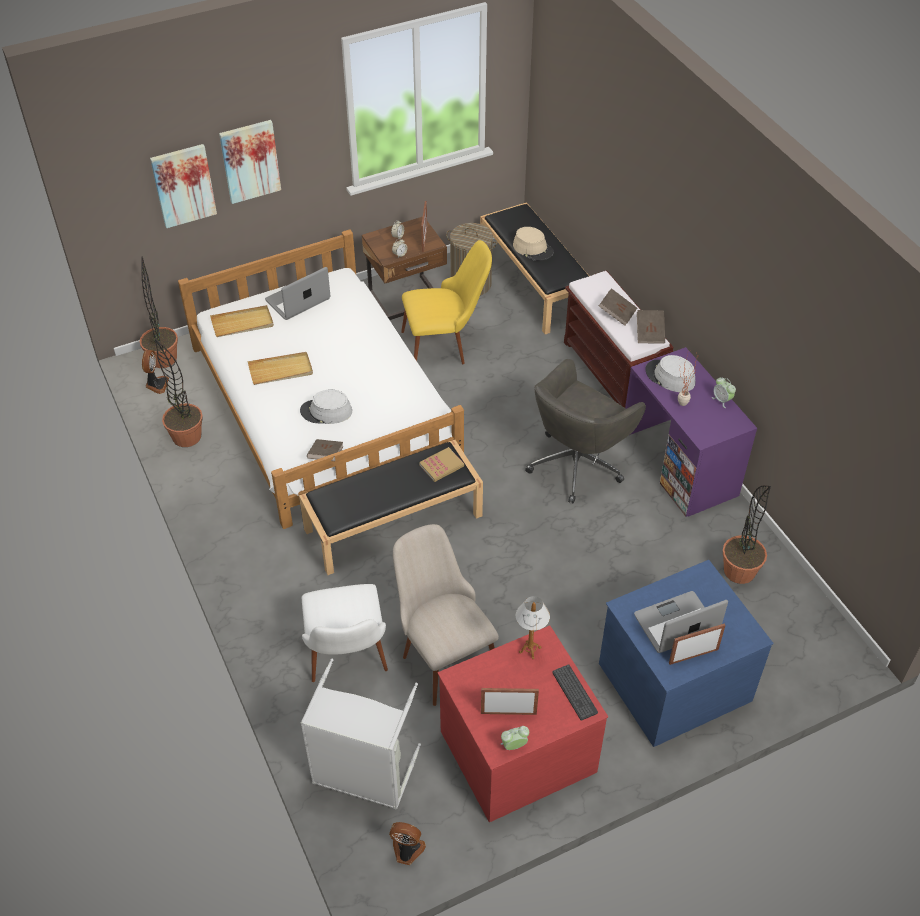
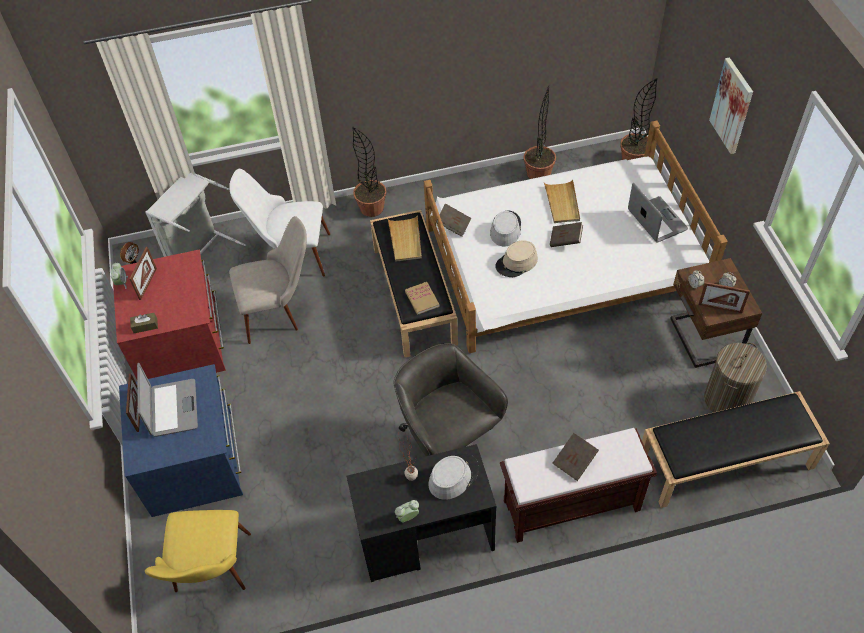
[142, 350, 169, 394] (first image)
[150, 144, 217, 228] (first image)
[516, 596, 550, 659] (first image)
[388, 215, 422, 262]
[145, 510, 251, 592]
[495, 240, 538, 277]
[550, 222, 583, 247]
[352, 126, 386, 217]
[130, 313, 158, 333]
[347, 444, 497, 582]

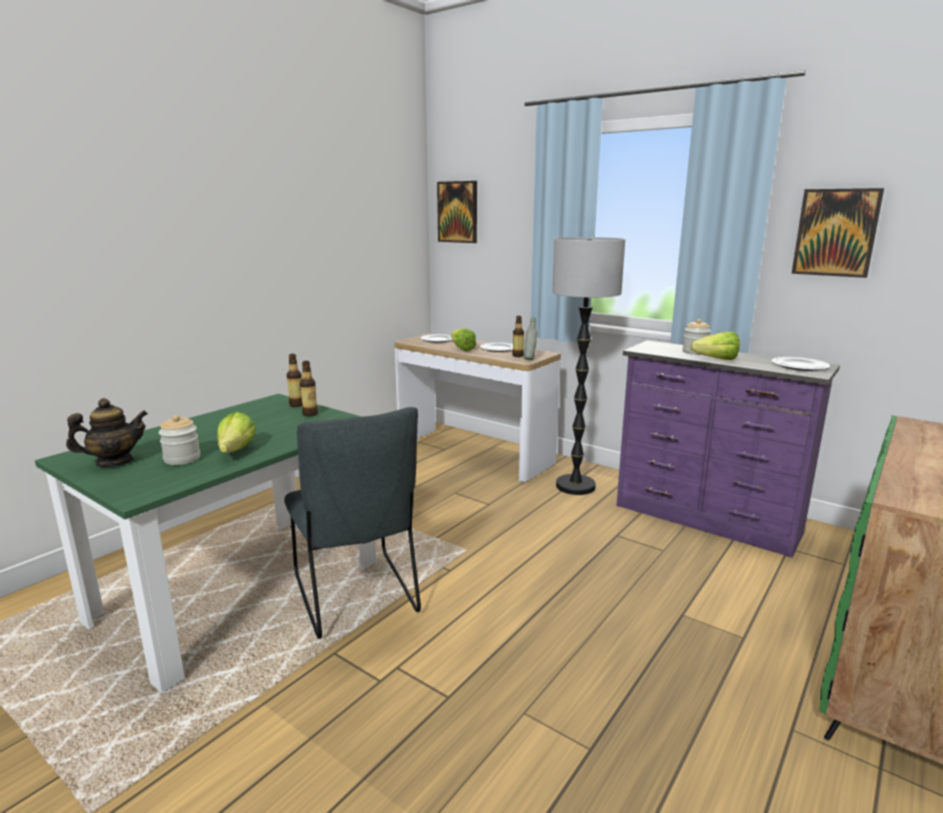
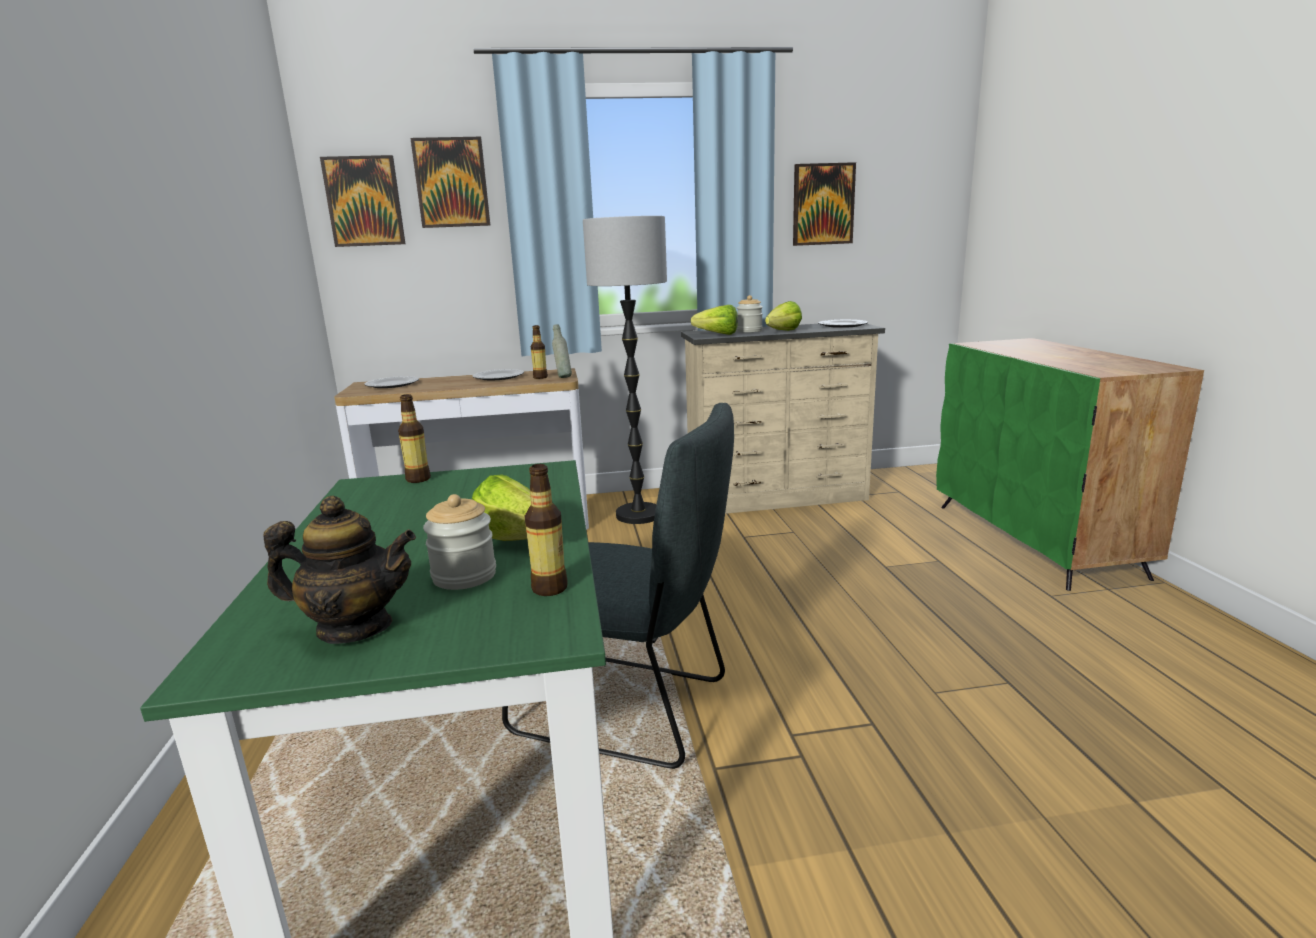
[410, 137, 490, 228]
[524, 464, 568, 596]
[691, 305, 738, 335]
[681, 324, 885, 514]
[264, 496, 416, 644]

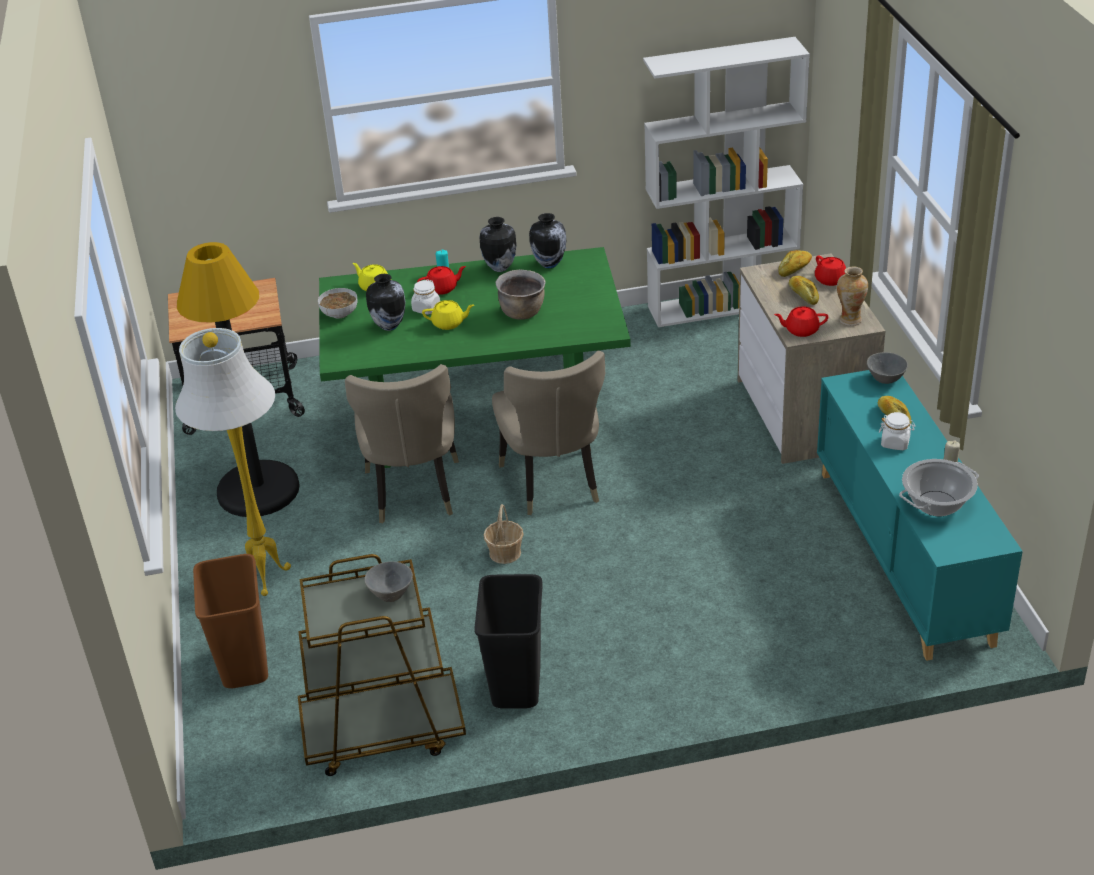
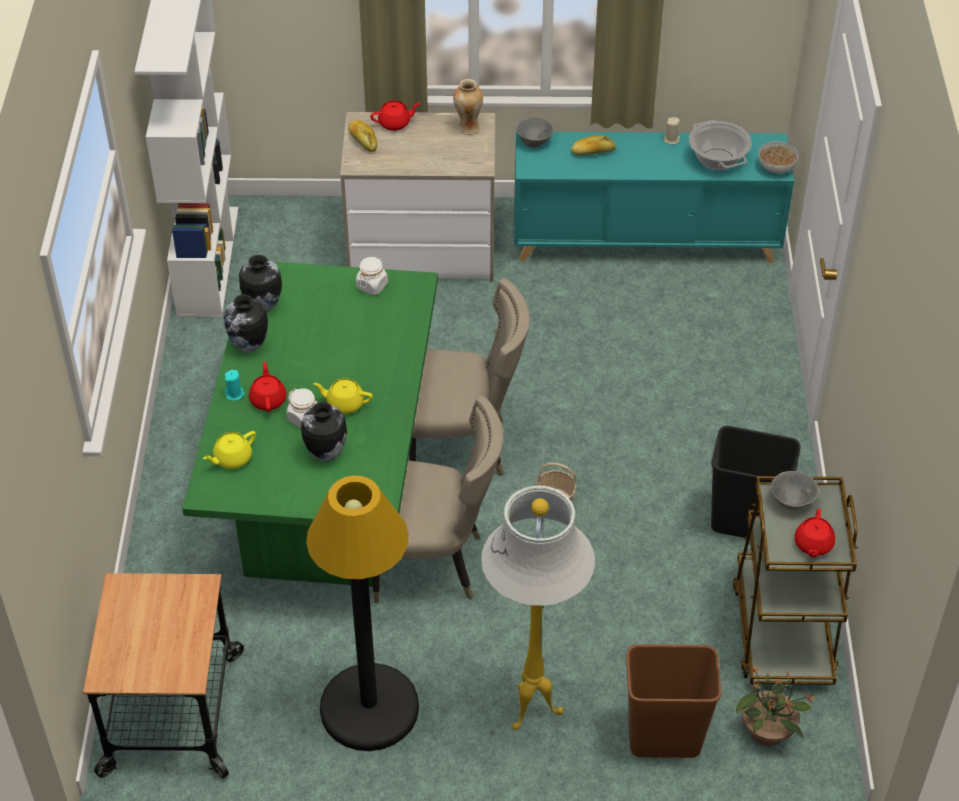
[496, 269, 546, 320] (first image)
[789, 276, 819, 305] (first image)
[736, 664, 815, 747]
[758, 141, 798, 174]
[795, 509, 835, 557]
[356, 257, 388, 295]
[313, 378, 373, 414]

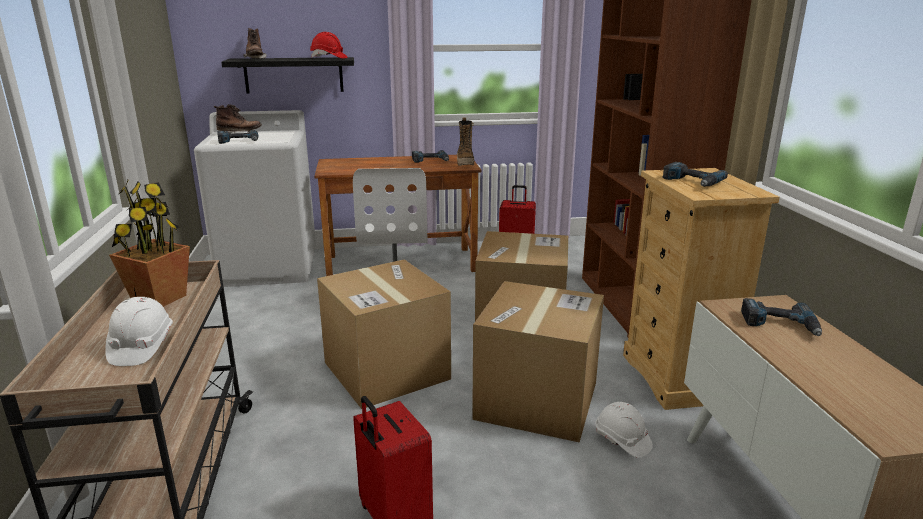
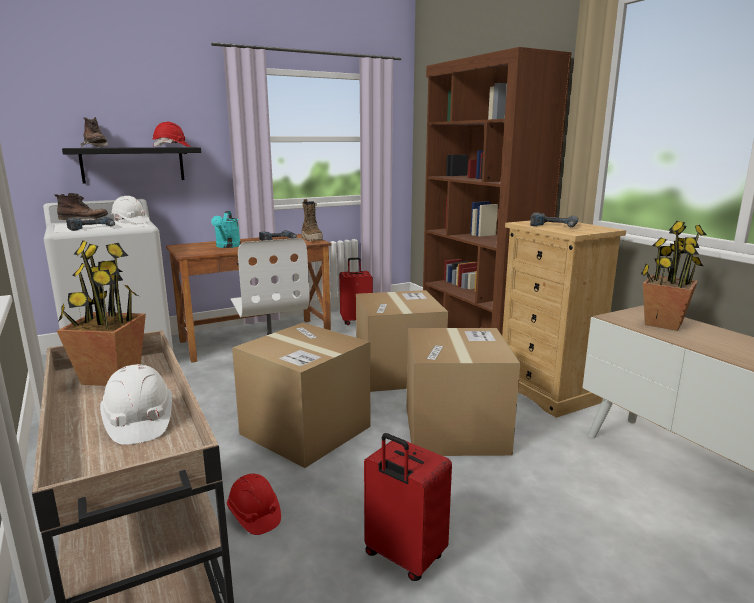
[211, 211, 241, 248]
[227, 474, 281, 535]
[111, 196, 150, 224]
[641, 221, 707, 331]

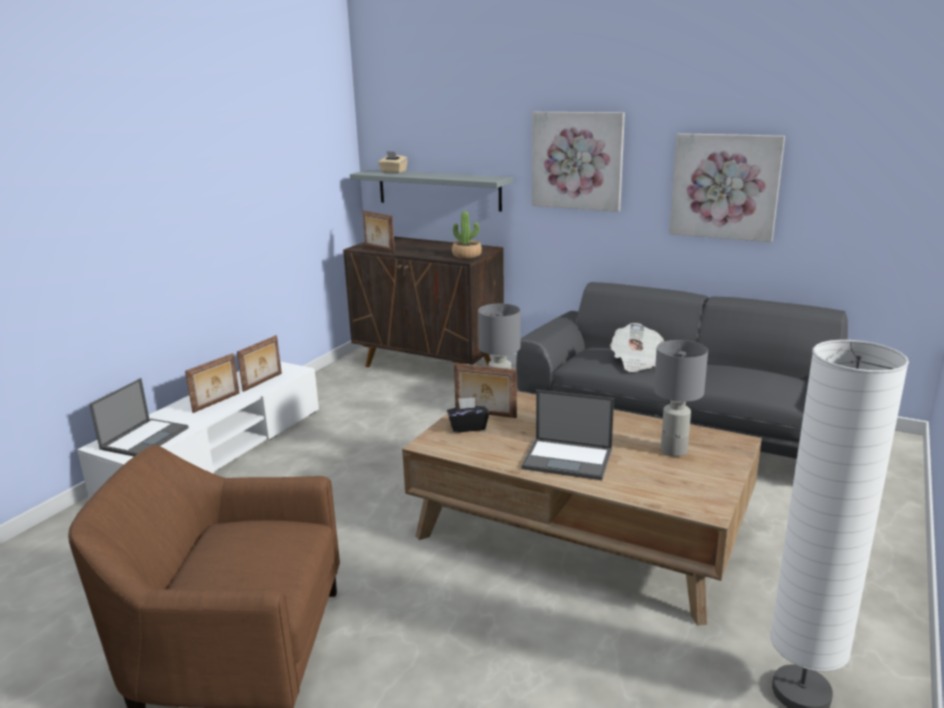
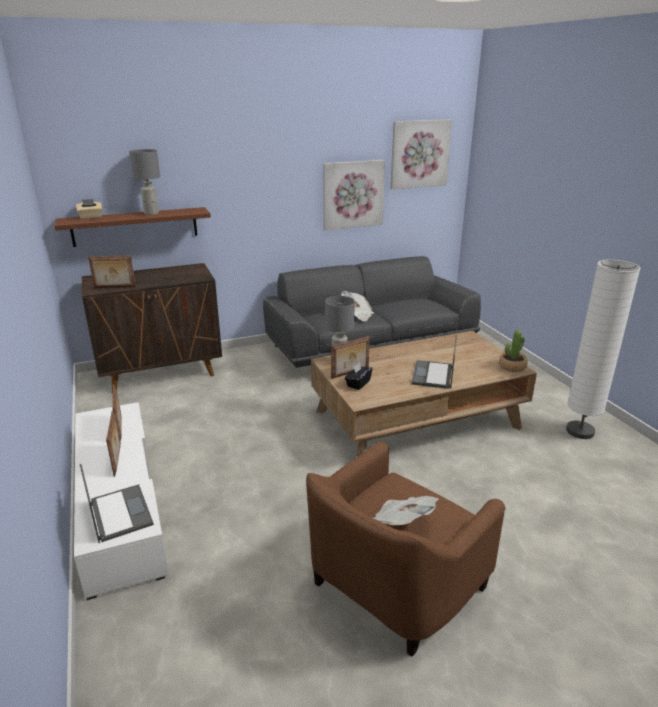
[373, 496, 439, 525]
[499, 330, 528, 372]
[390, 119, 452, 189]
[129, 149, 160, 215]
[55, 207, 211, 247]
[411, 334, 457, 389]

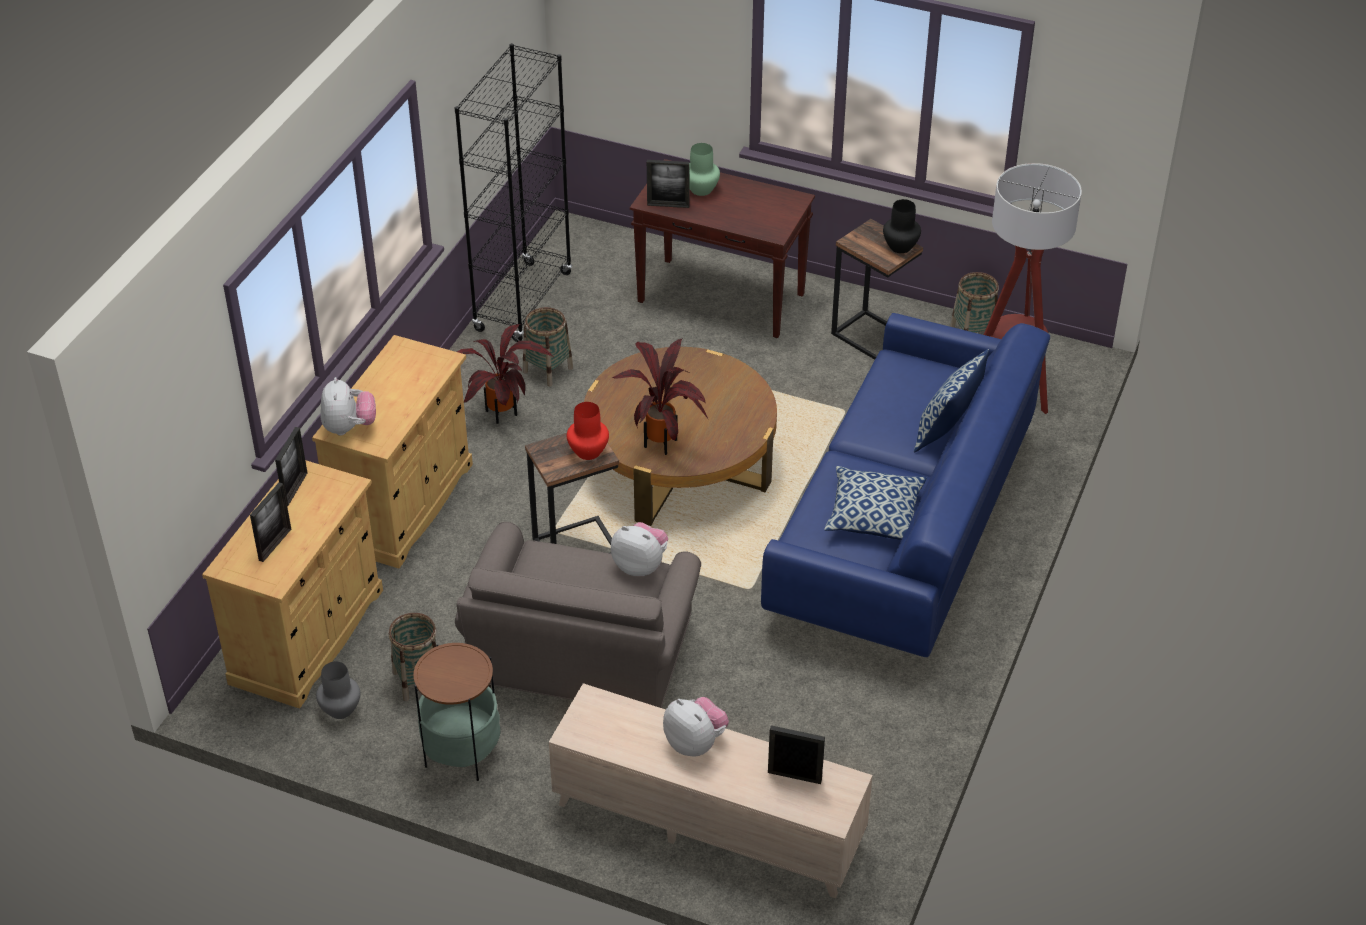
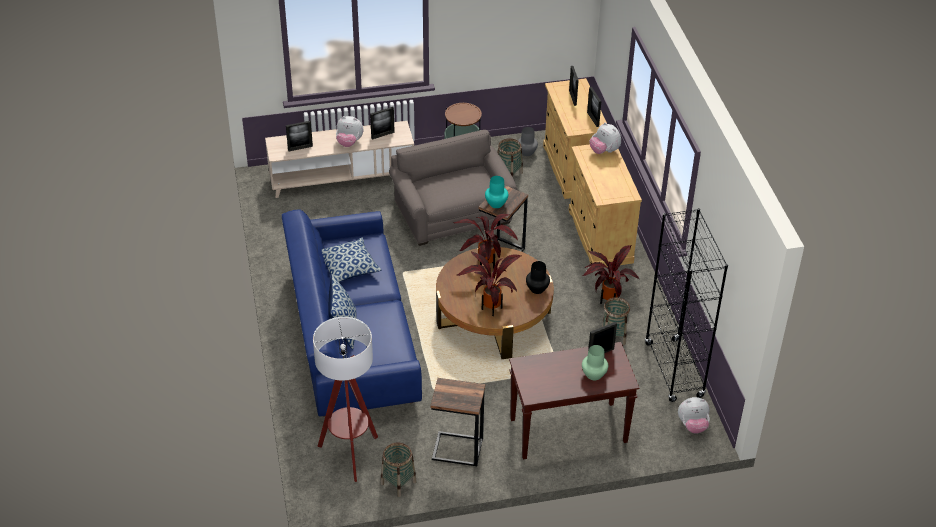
[370, 107, 395, 140]
[457, 251, 521, 316]
[678, 397, 710, 434]
[526, 261, 550, 294]
[485, 176, 508, 208]

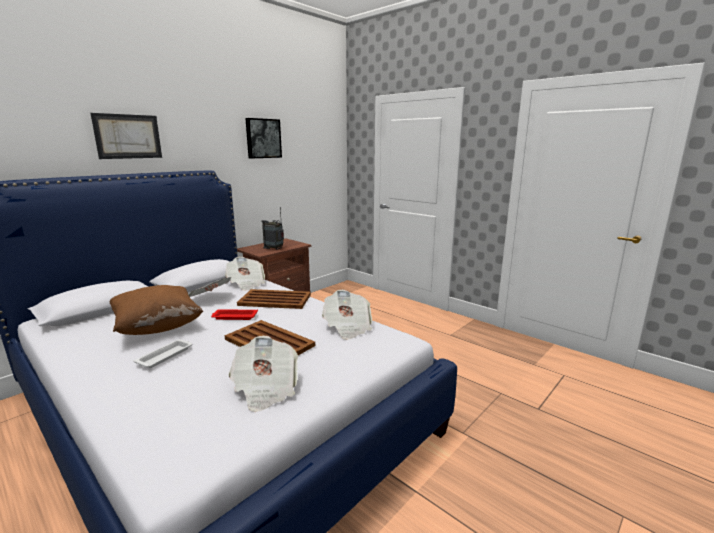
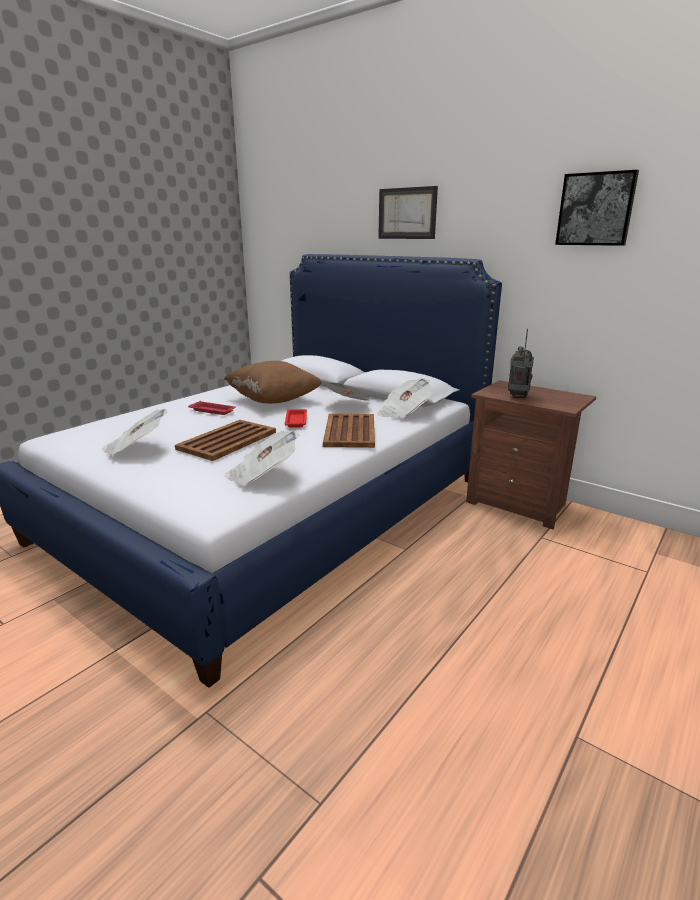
[188, 401, 236, 415]

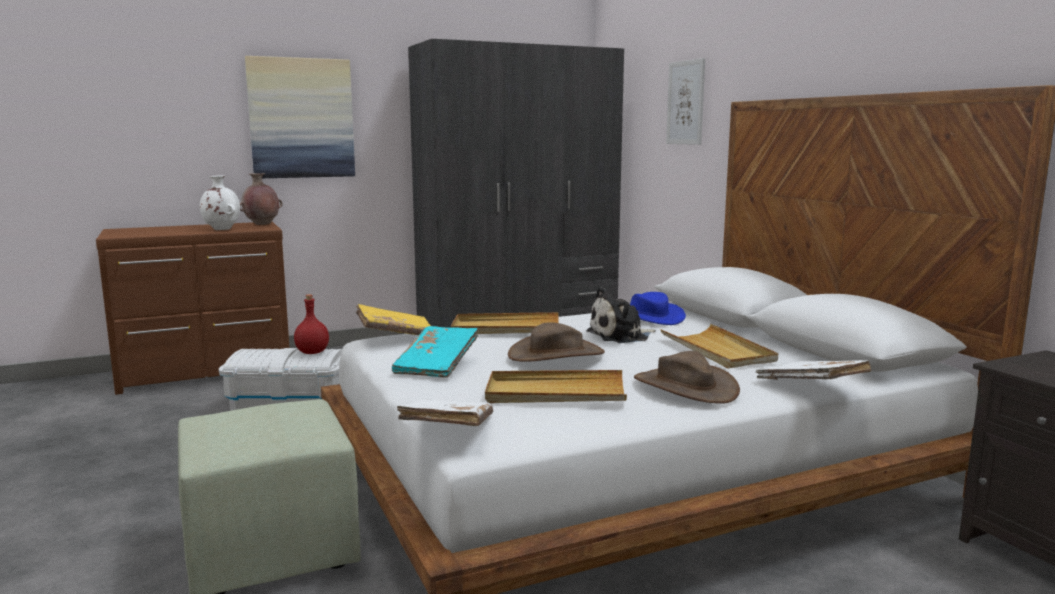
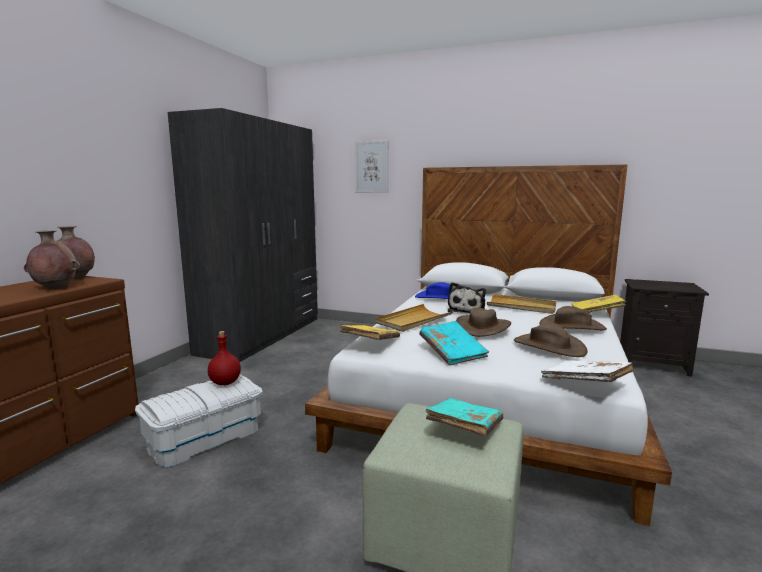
[245, 56, 355, 178] (first image)
[425, 398, 503, 436]
[514, 323, 587, 357]
[24, 230, 80, 290]
[571, 295, 626, 313]

